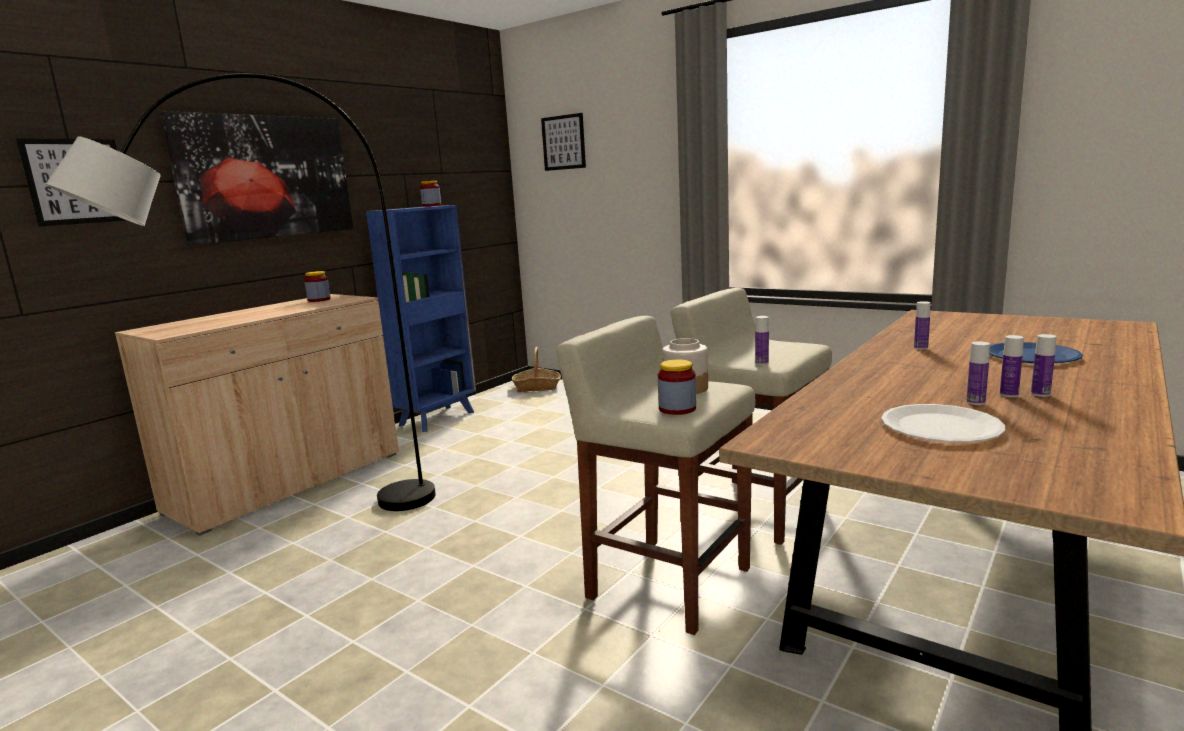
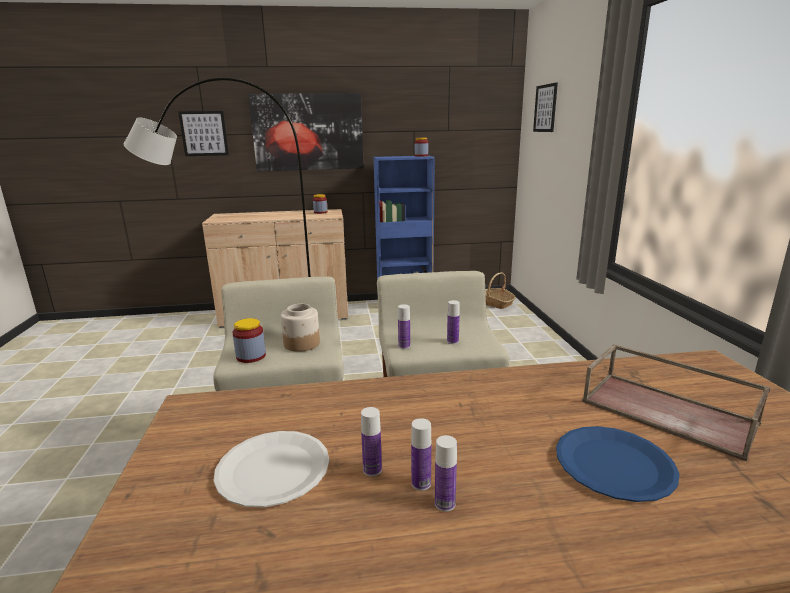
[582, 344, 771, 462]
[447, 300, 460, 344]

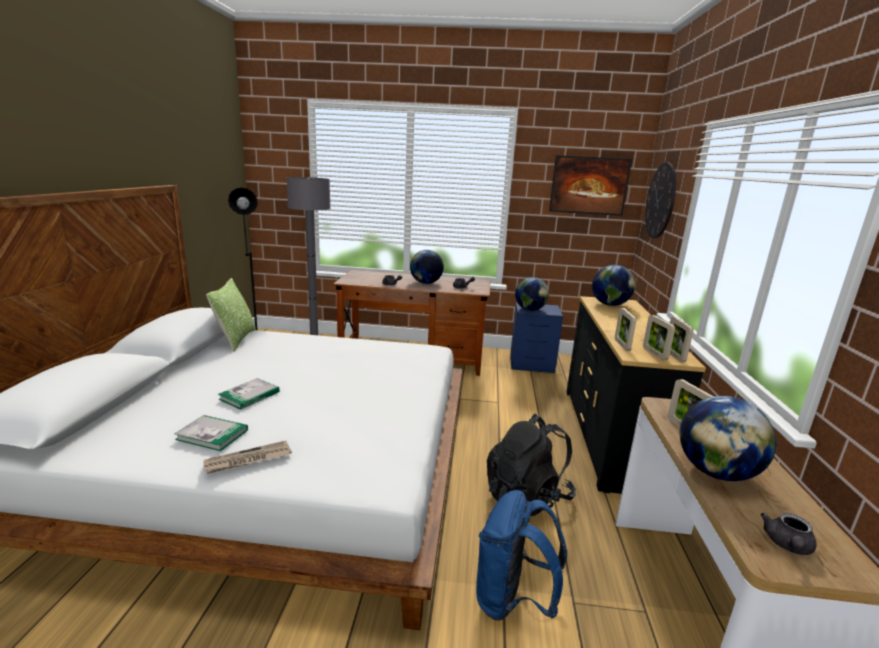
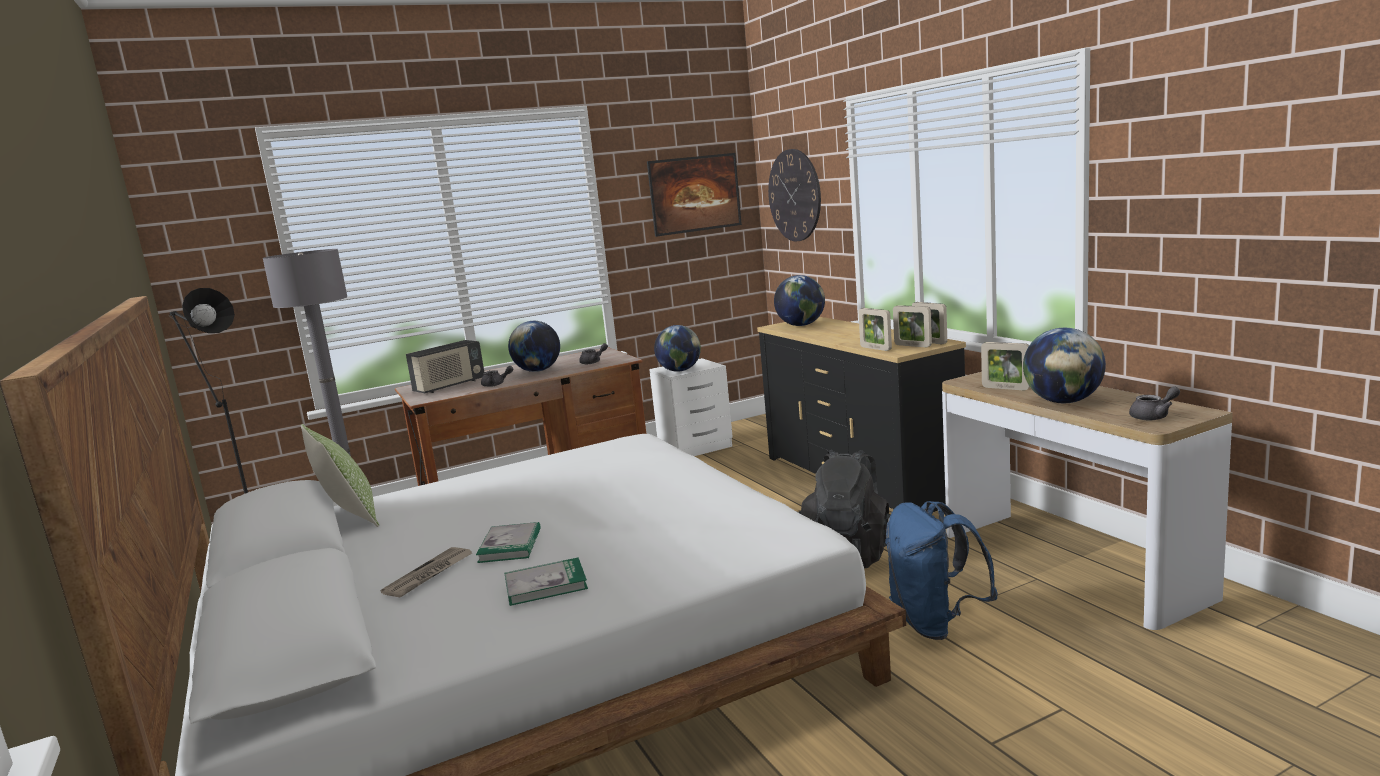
[406, 340, 484, 393]
[381, 547, 472, 597]
[649, 358, 733, 456]
[1129, 386, 1180, 420]

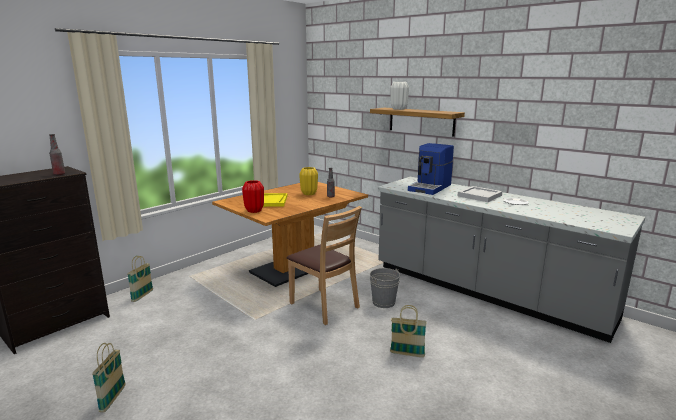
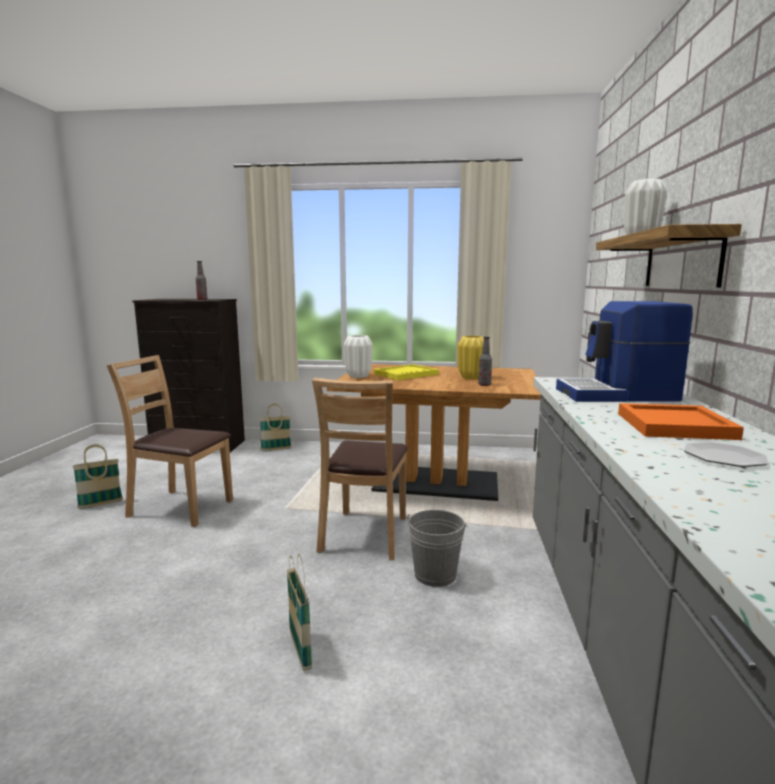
[107, 355, 233, 527]
[344, 335, 373, 378]
[618, 403, 744, 440]

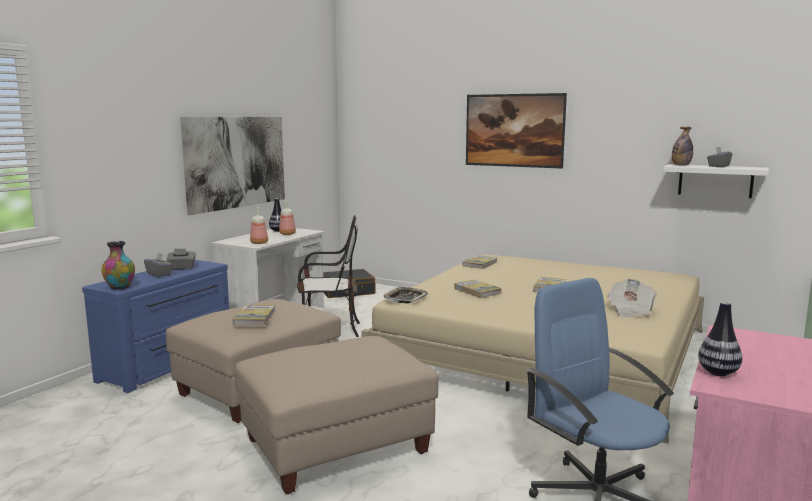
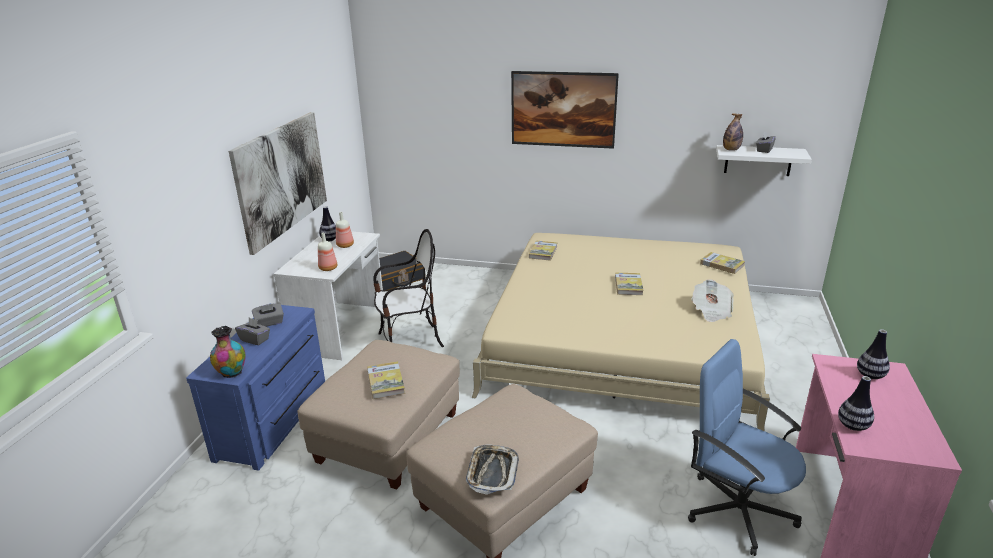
[857, 329, 890, 379]
[466, 444, 519, 495]
[700, 252, 745, 274]

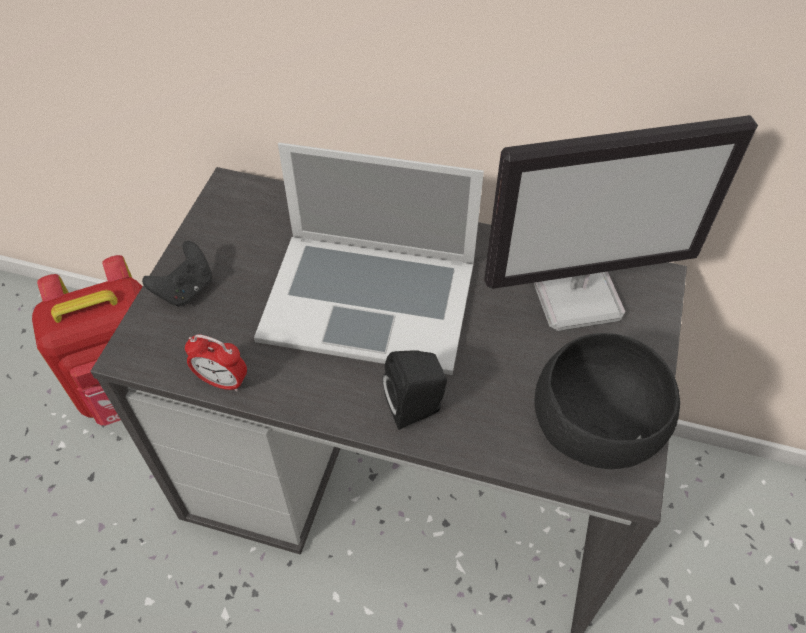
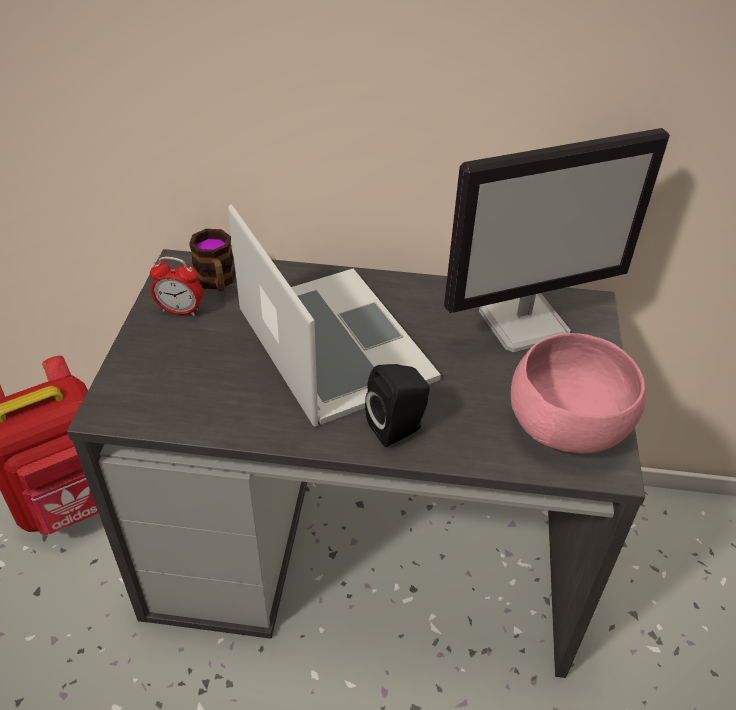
[142, 241, 212, 307] (first image)
[189, 229, 235, 291]
[150, 257, 203, 316]
[511, 333, 646, 453]
[228, 205, 441, 427]

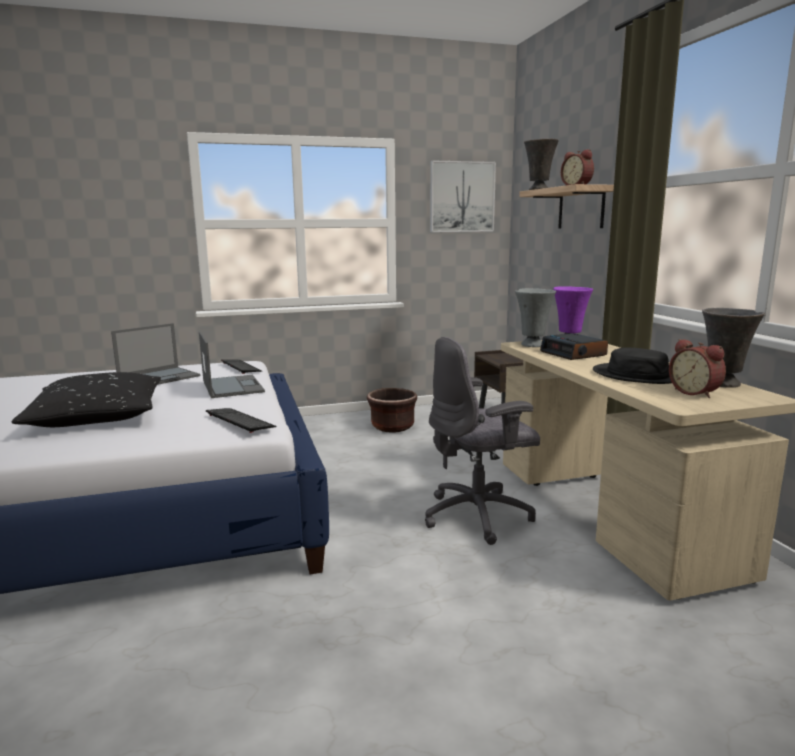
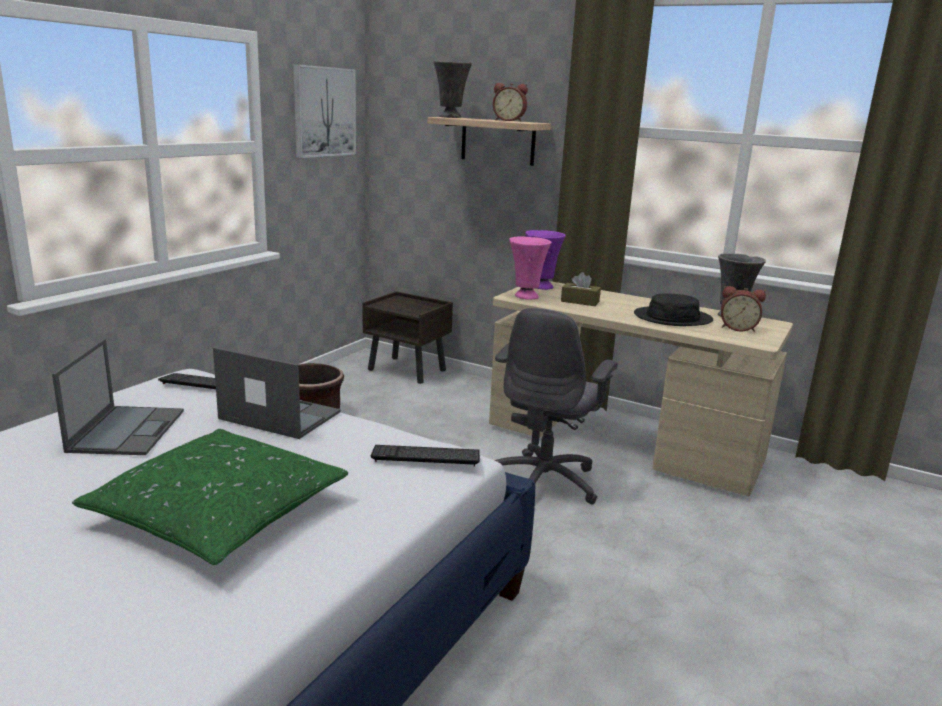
[561, 272, 601, 306]
[72, 429, 348, 565]
[509, 237, 551, 300]

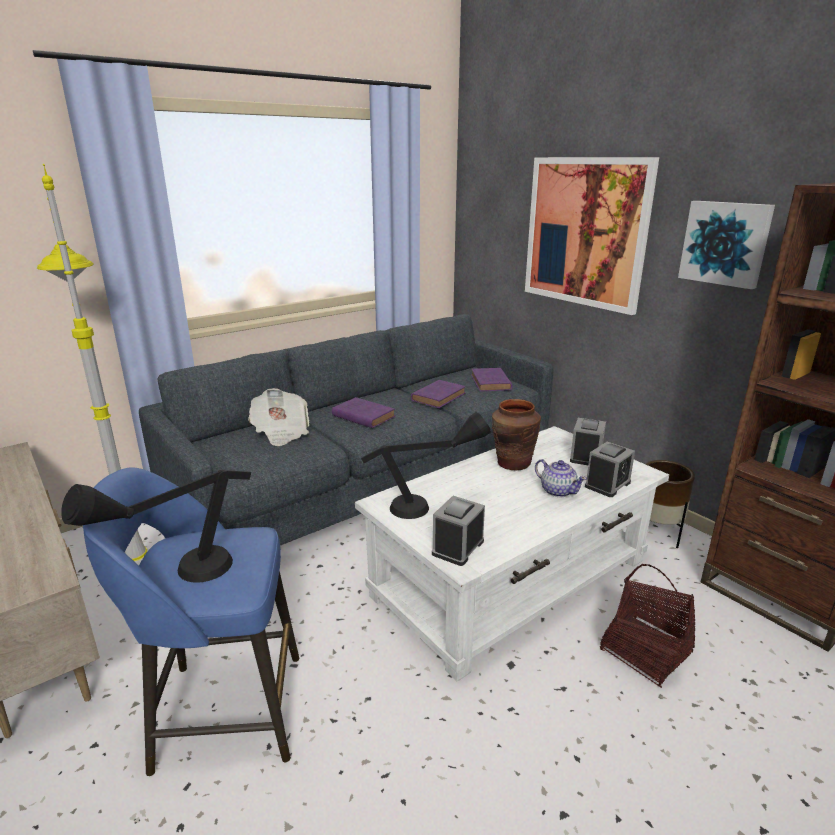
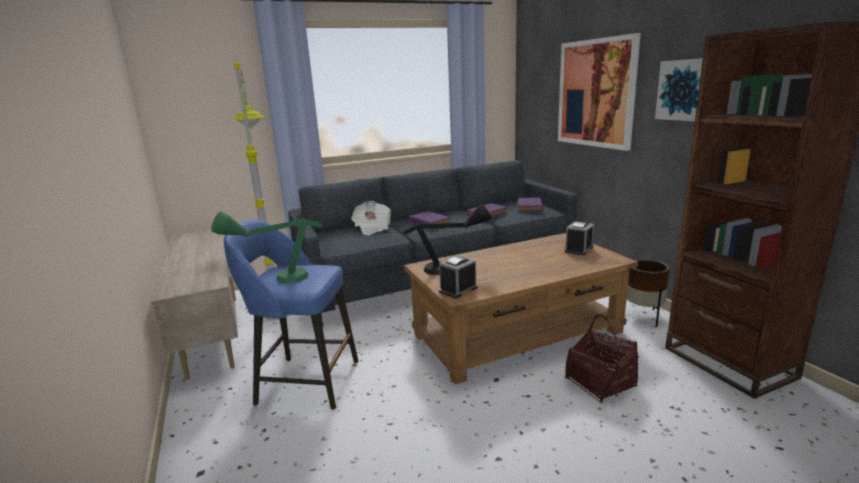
[492, 399, 541, 470] (first image)
[535, 459, 587, 497] (first image)
[585, 442, 635, 497] (first image)
[211, 212, 322, 283]
[404, 233, 638, 384]

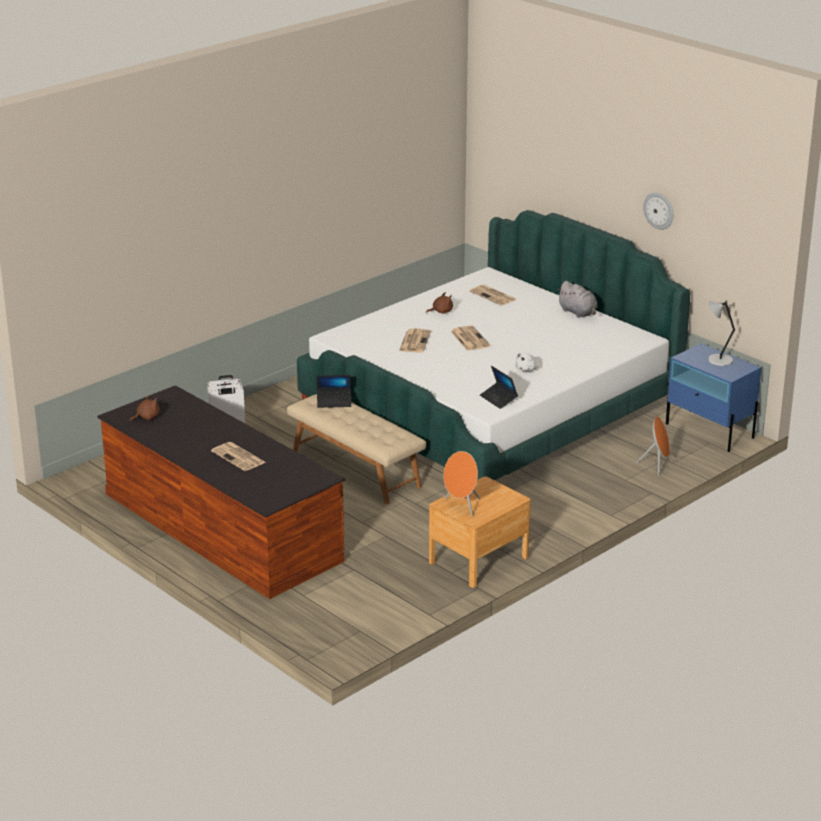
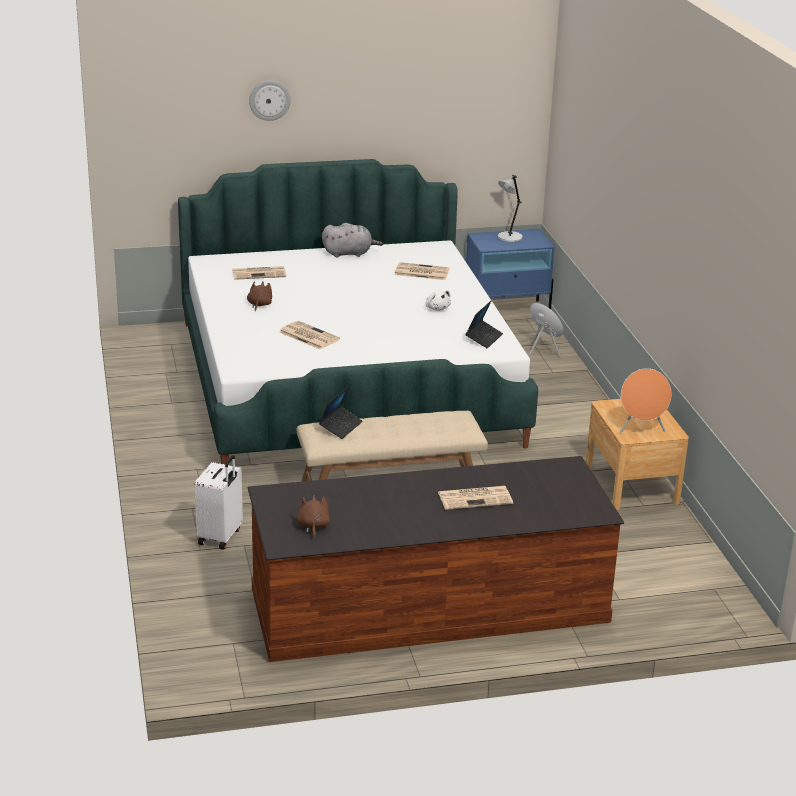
[394, 262, 450, 280]
[249, 80, 291, 121]
[465, 301, 503, 349]

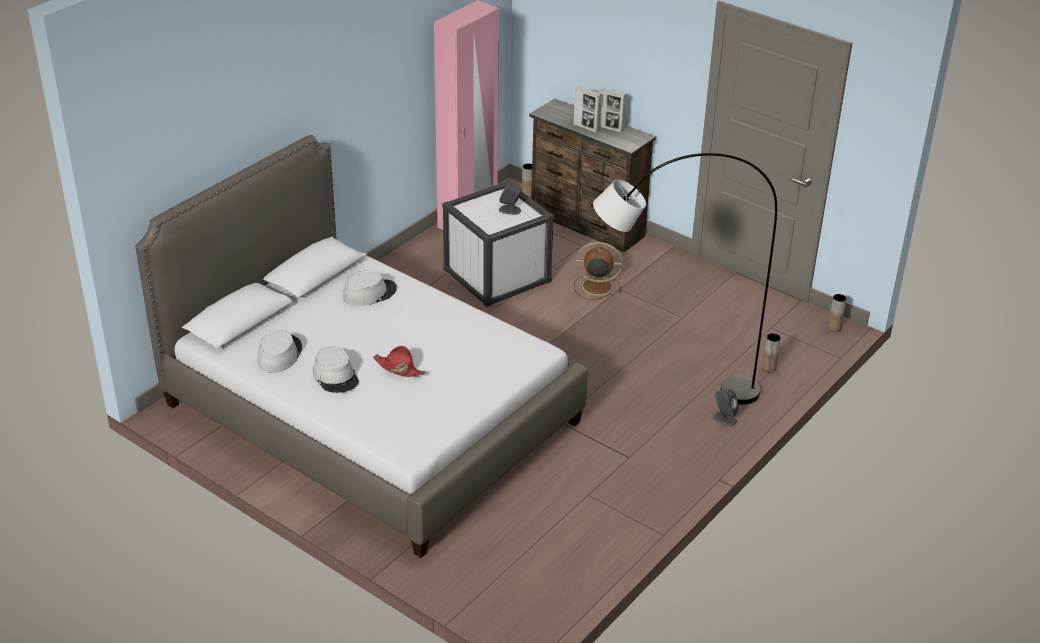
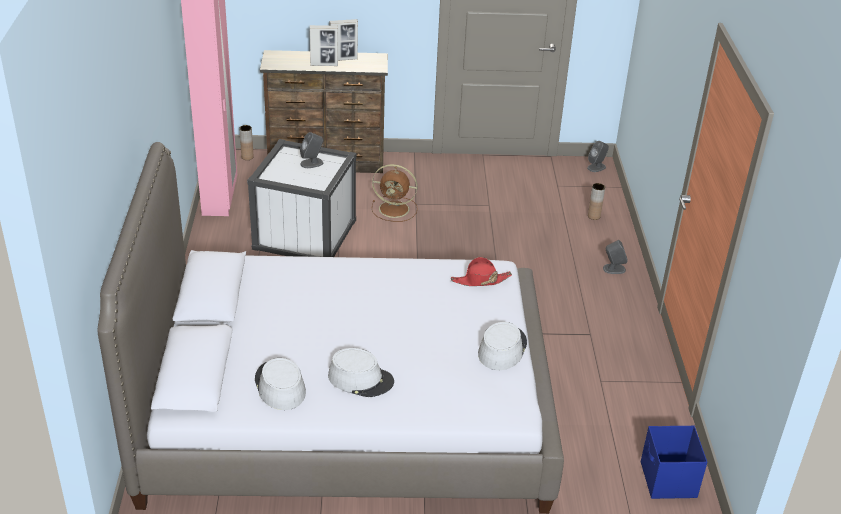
[593, 153, 777, 405] (first image)
[641, 426, 707, 499]
[478, 322, 527, 370]
[451, 257, 512, 286]
[587, 141, 609, 172]
[372, 164, 418, 222]

